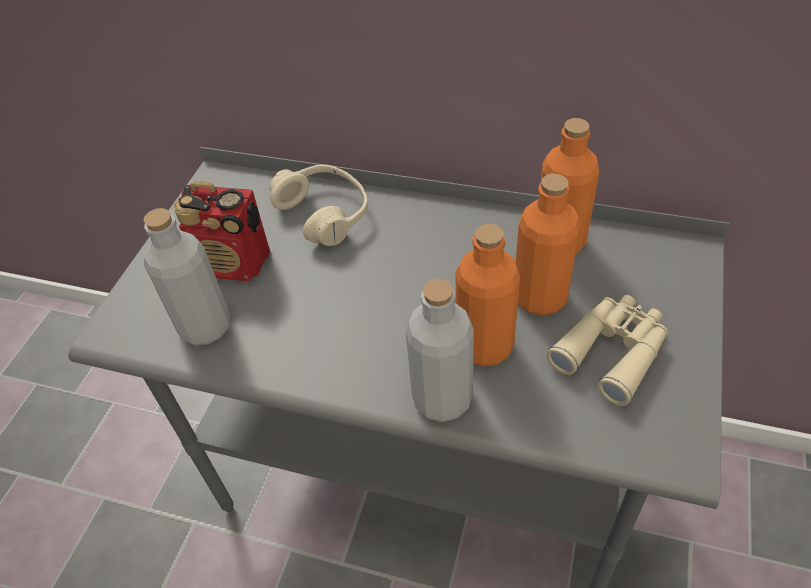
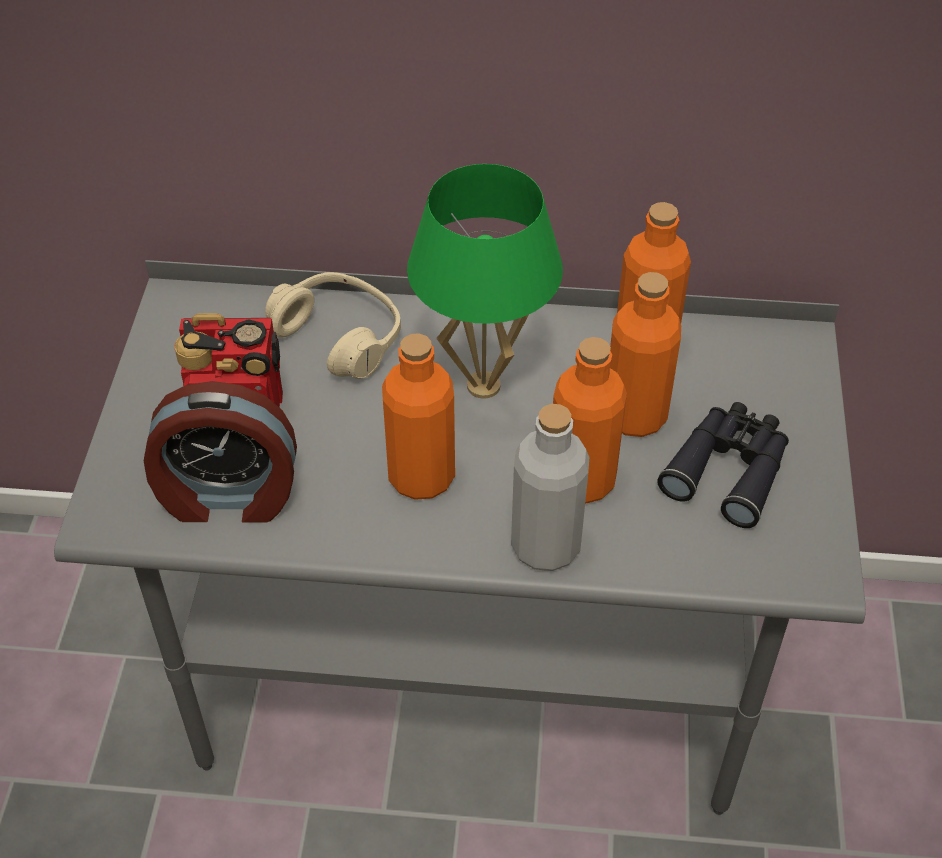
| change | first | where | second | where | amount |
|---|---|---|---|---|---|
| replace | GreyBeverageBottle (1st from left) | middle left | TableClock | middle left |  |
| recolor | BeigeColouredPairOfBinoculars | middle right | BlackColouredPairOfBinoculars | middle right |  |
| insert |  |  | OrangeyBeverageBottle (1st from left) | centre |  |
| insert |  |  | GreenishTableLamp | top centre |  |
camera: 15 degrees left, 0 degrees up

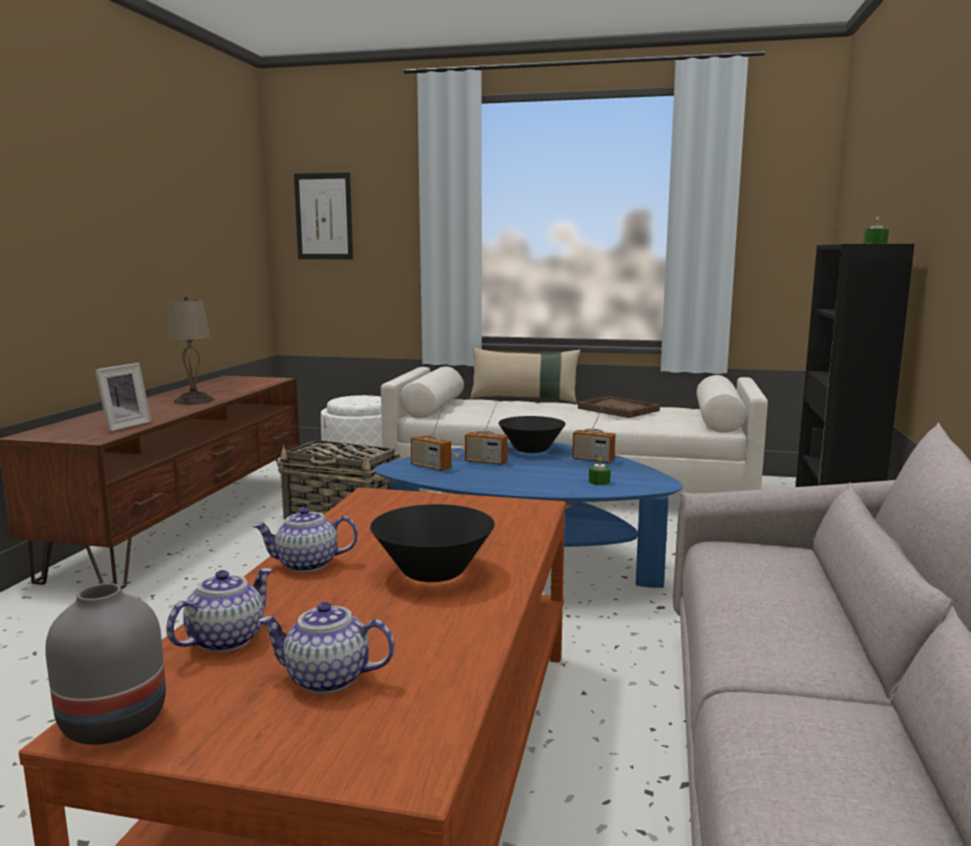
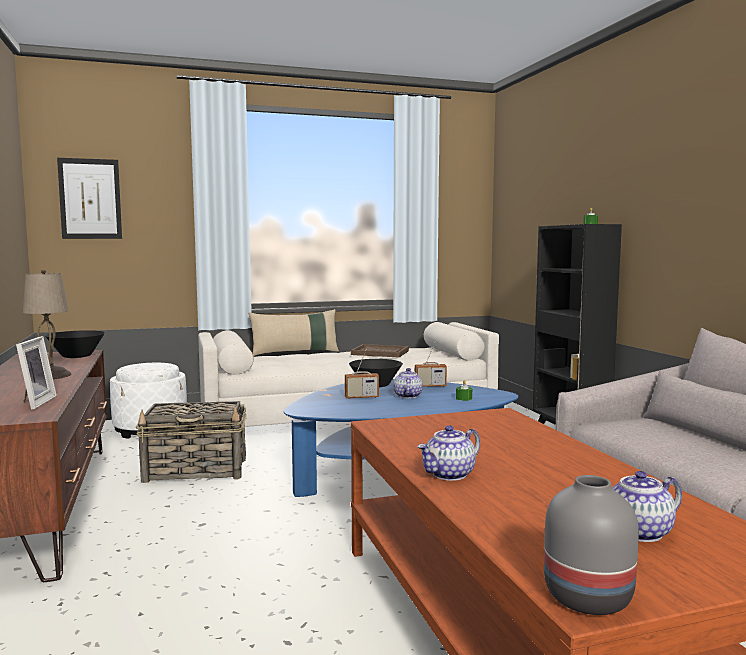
| change | first | where | second | where | amount |
|---|---|---|---|---|---|
| move | PotForTea (1st from left) | bottom left |  | centre |  |
| move | BlackColouredServingBowl (1st from left) | centre |  | middle left |  |
| delete | RadioReceiver (1st from left) | centre |  |  |  |
camera: 30 degrees left, 5 degrees down

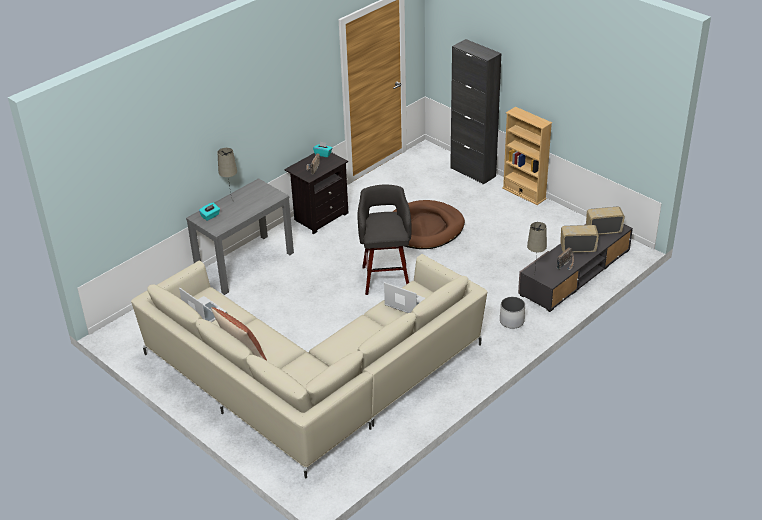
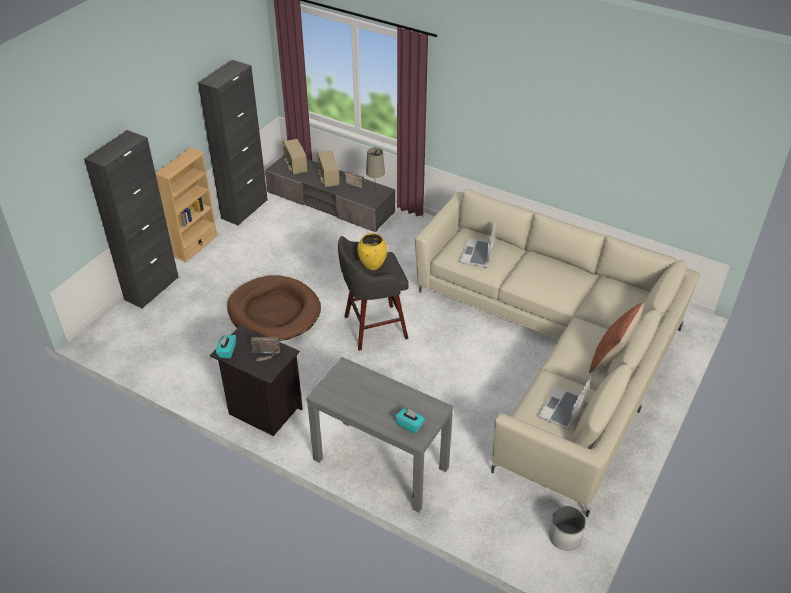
| change | first | where | second | where | amount |
|---|---|---|---|---|---|
| delete | BeigeColouredTableLamp (1st from left) | middle left |  |  |  |
| move | WhitePlantPot | middle right |  | bottom right |  |
| insert |  |  | BlackColouredCupboard (2nd from left) | top left |  |
| insert |  |  | YellowishFlowerVase | centre |  |
camera: 105 degrees left, 5 degrees up

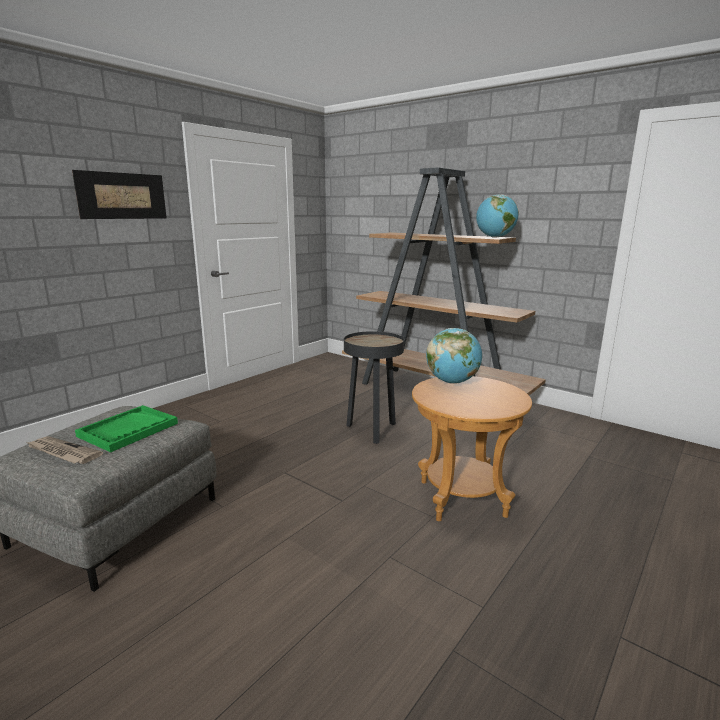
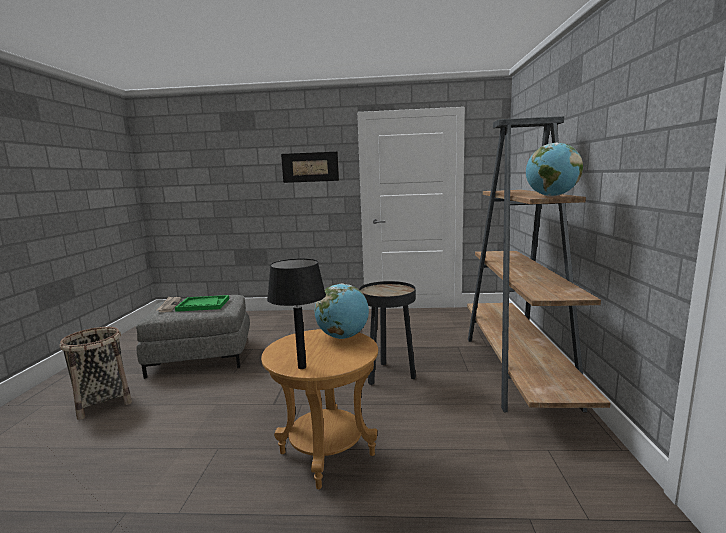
| change | first | where | second | where | amount |
|---|---|---|---|---|---|
| insert |  |  | Basket | bottom left |  |
| insert |  |  | BlackColouredTableLamp | centre |  |
camera: 55 degrees right, 5 degrees down

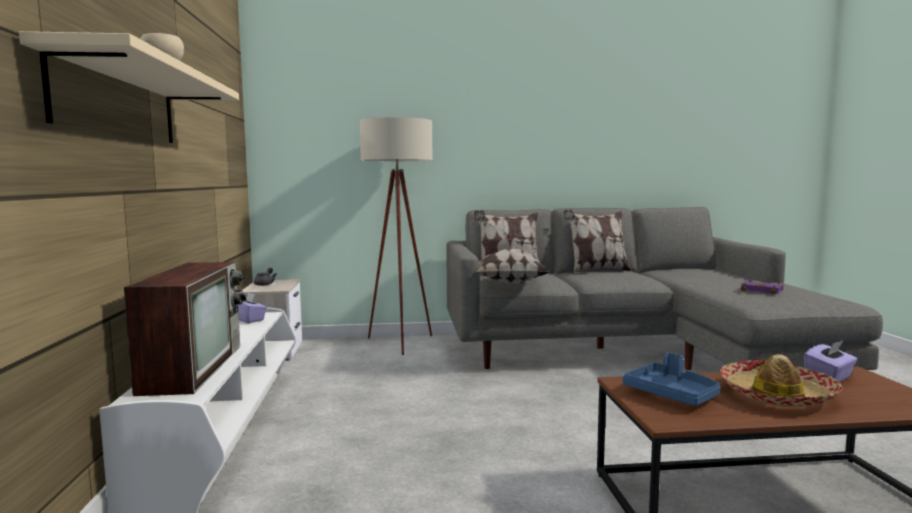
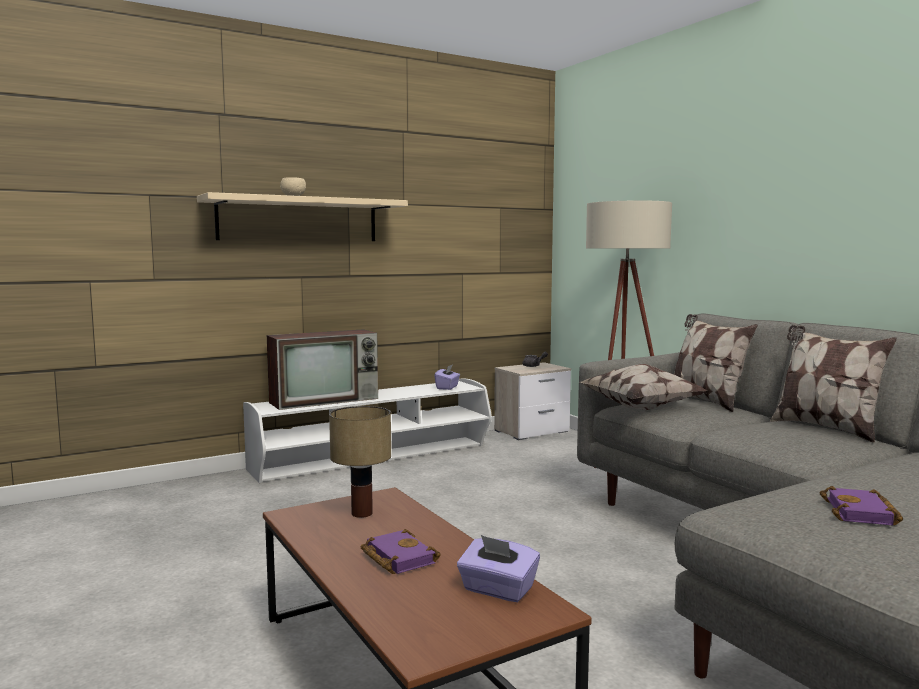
| change | first | where | second | where | amount |
|---|---|---|---|---|---|
| replace | BluishCarryingTray | bottom right | TableLamp | bottom centre |  |
| replace | WearableHat | bottom right | PurplishBook (1st from left) | bottom centre |  |
camera: 65 degrees right, 0 degrees up

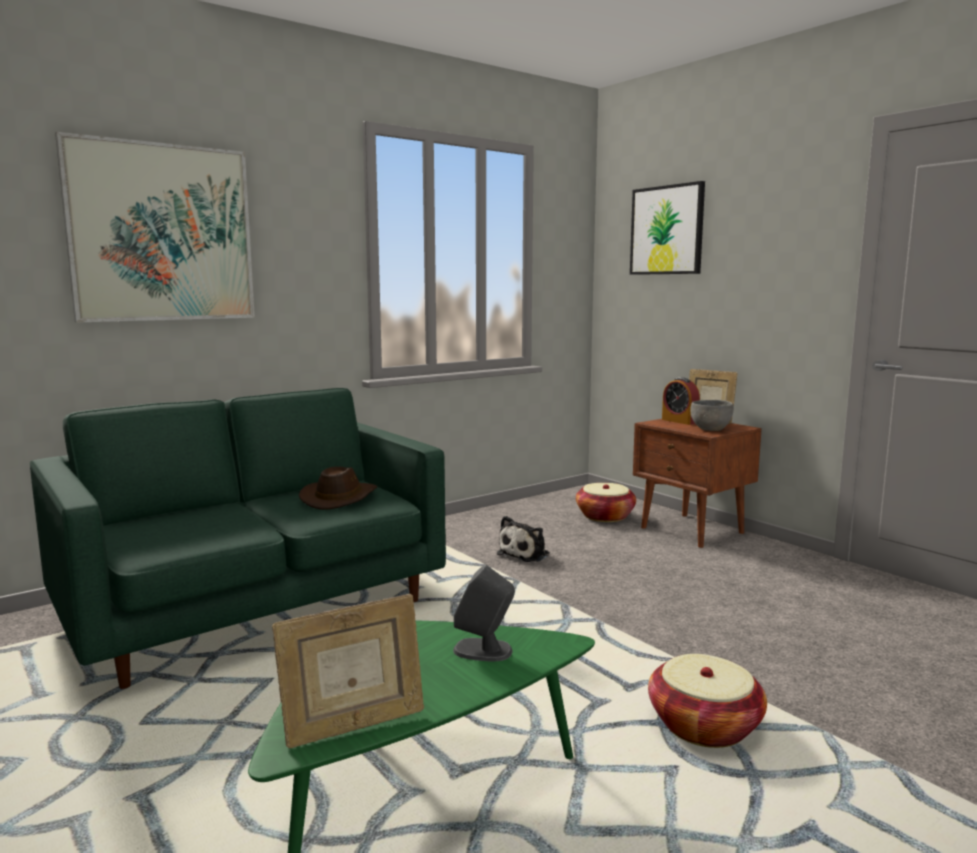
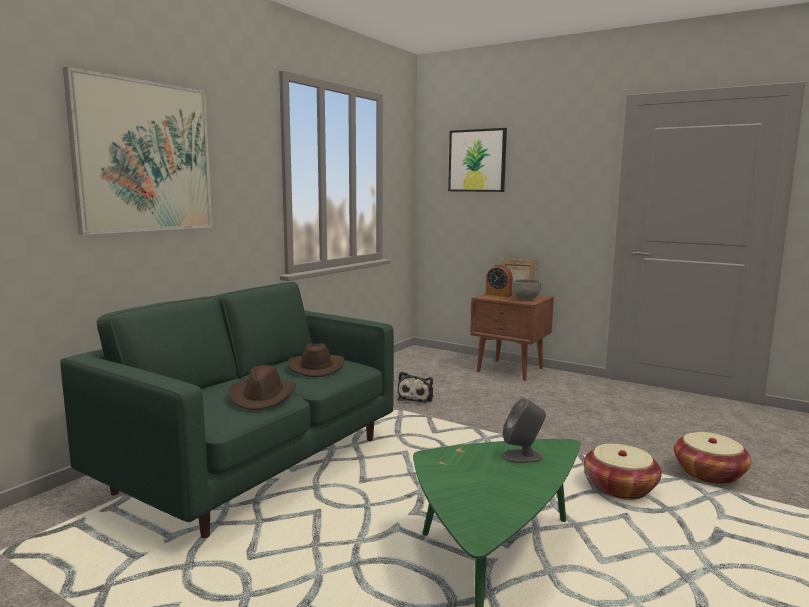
| change | first | where | second | where | amount |
|---|---|---|---|---|---|
| delete | StandingFrame (1st from left) | bottom centre |  |  |  |
| move | Basket (1st from left in the first image) | centre | Basket (2nd from left) | bottom right |  |
| insert |  |  | BrownColouredWearableHat (1st from left) | middle left |  |
camera: 20 degrees left, 0 degrees up

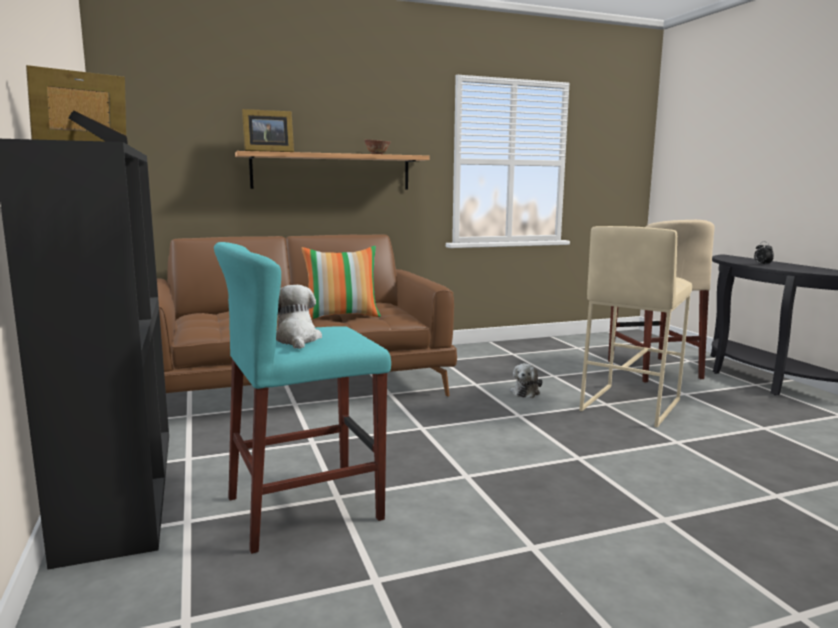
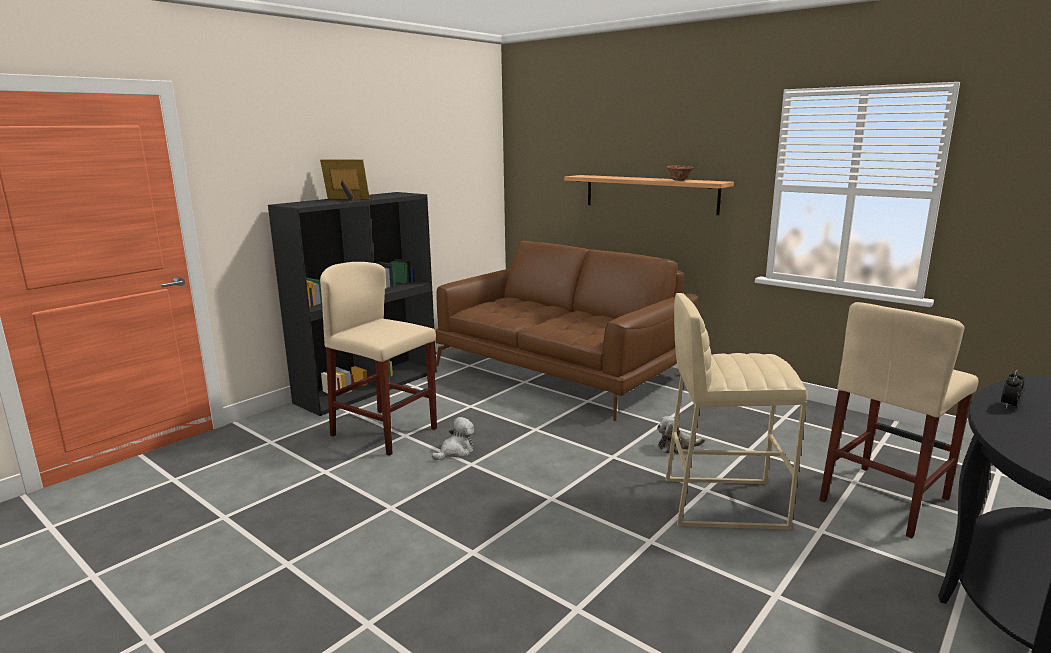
| change | first | where | second | where | amount |
|---|---|---|---|---|---|
| recolor | TurquoiseStoolSeat | centre | BeigeColouredStoolSeat (1st from left) | centre |  |
| delete | StandingFrame (2nd from left) | top left |  |  |  |
| move | PlushToy (1st from left) | centre |  | bottom centre |  |
| delete | Pillow | centre |  |  |  |
camera: 60 degrees right, 5 degrees up

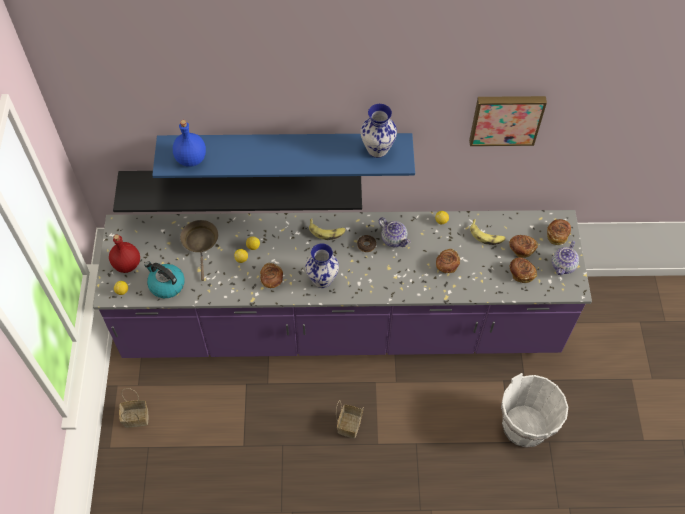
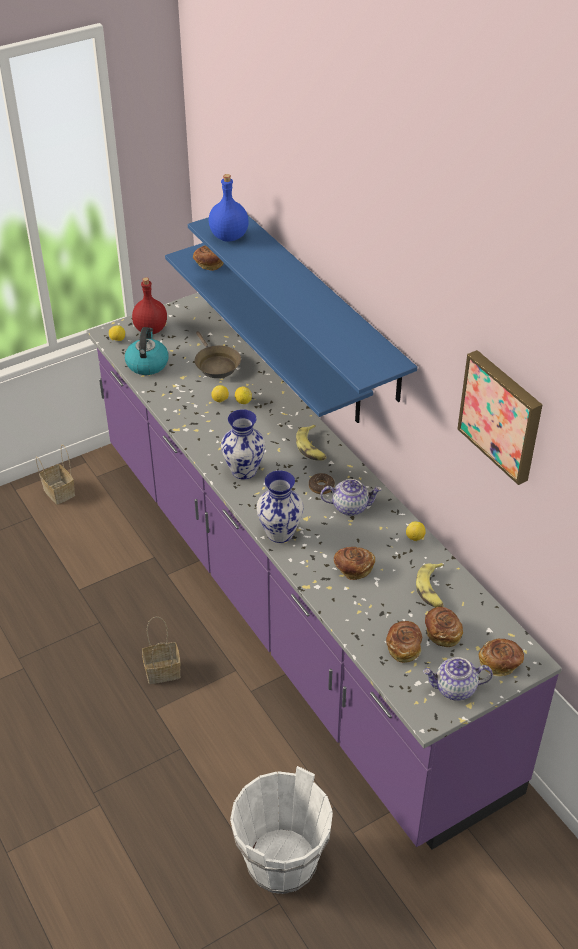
| change | first | where | second | where | amount |
|---|---|---|---|---|---|
| recolor | BlackColouredWallShelf | centre | BluishWallShelf (1st from left) | centre |  |
| rotate | BrownColouredPan | middle left |  | centre | 105 degrees clockwise |
| move | Bread (1st from left) | centre |  | top centre |  |
| move | FlowerVase (2nd from left) | top centre |  | centre |  |
| rotate | PotForTea (1st from left) | centre |  | centre | 105 degrees counterclockwise |
camera: 60 degrees right, 15 degrees down

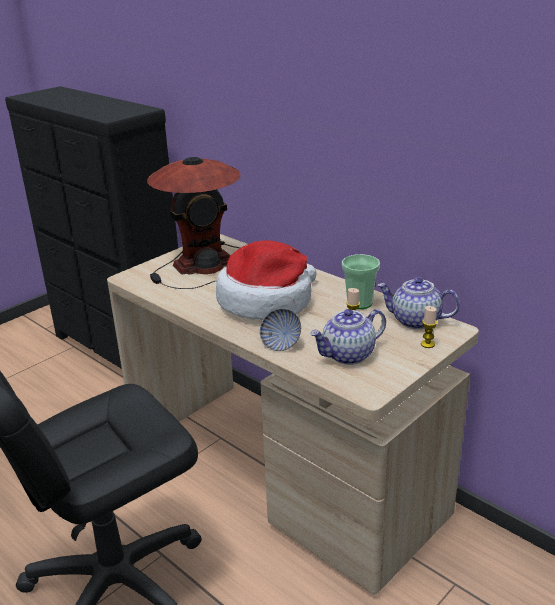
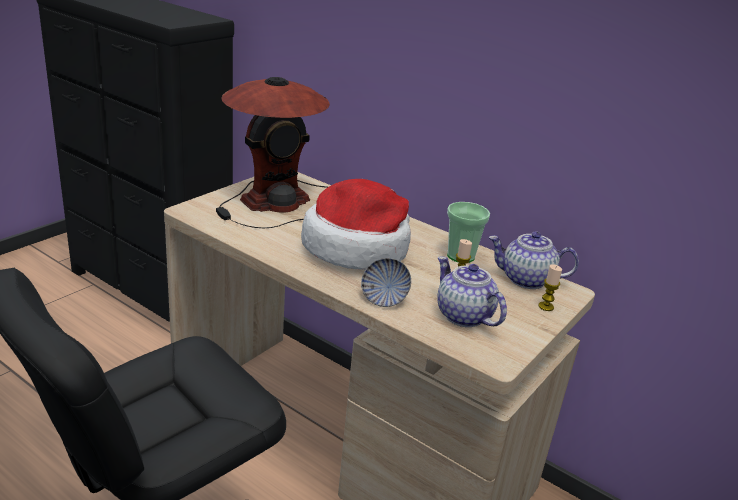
| change | first | where | second | where | amount |
|---|---|---|---|---|---|
| rotate | PotForTea (1st from left) | centre |  | centre | 90 degrees clockwise |
camera: 10 degrees left, 0 degrees up

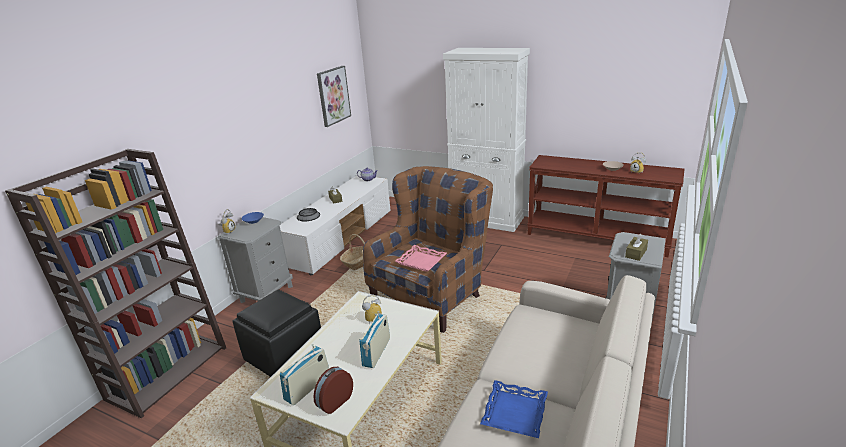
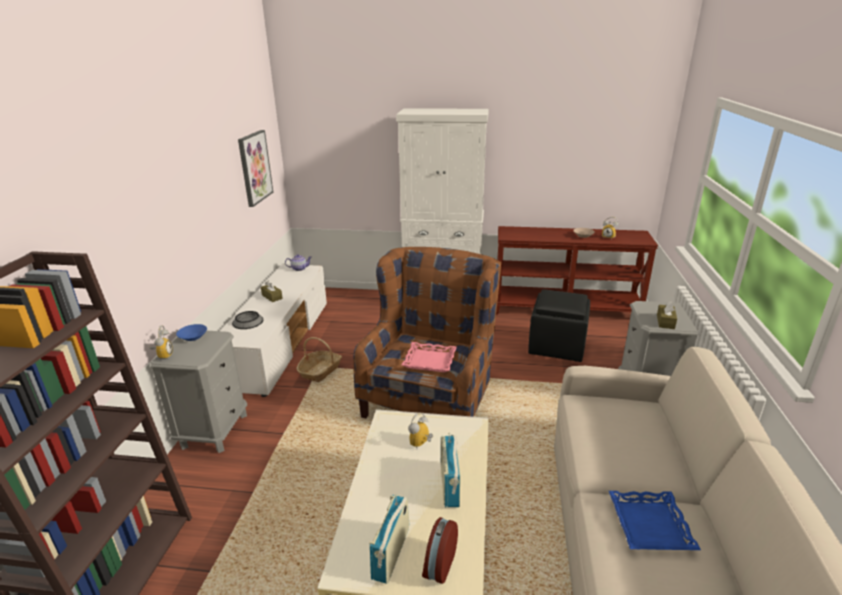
| change | first | where | second | where | amount |
|---|---|---|---|---|---|
| move | BlackColouredFootrest | bottom left |  | centre |  |
camera: 20 degrees left, 0 degrees up

